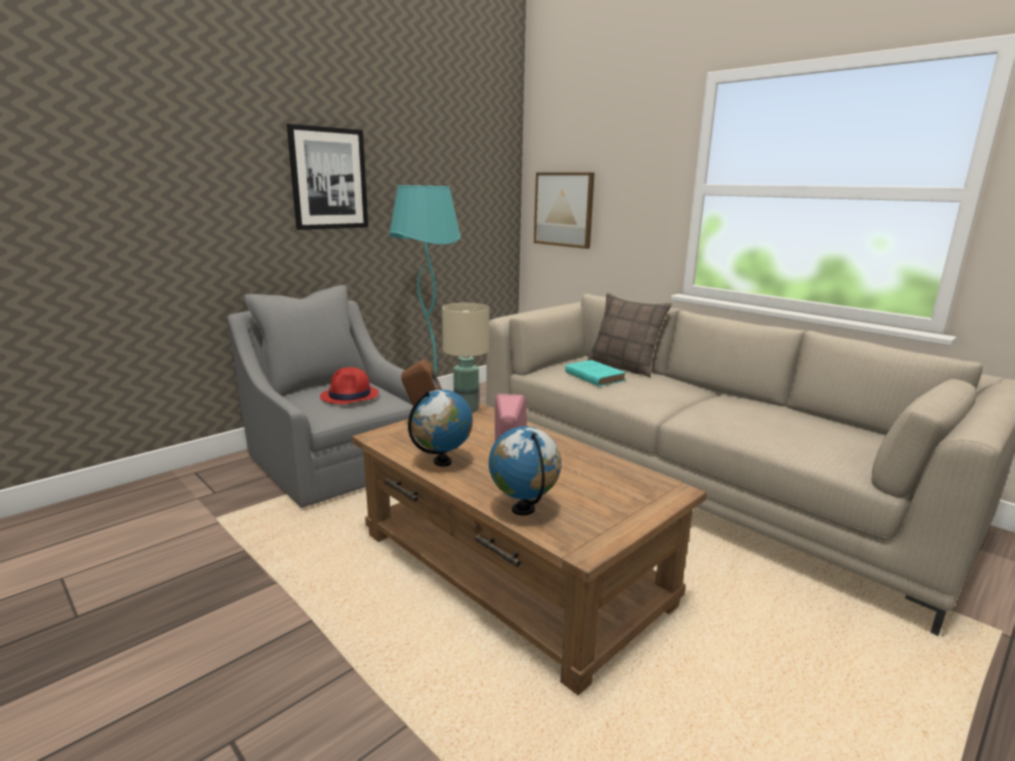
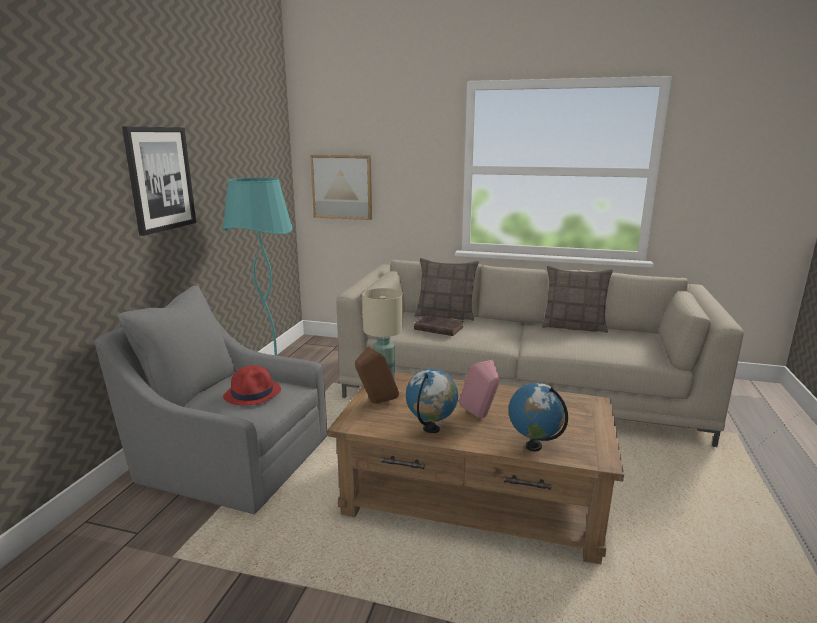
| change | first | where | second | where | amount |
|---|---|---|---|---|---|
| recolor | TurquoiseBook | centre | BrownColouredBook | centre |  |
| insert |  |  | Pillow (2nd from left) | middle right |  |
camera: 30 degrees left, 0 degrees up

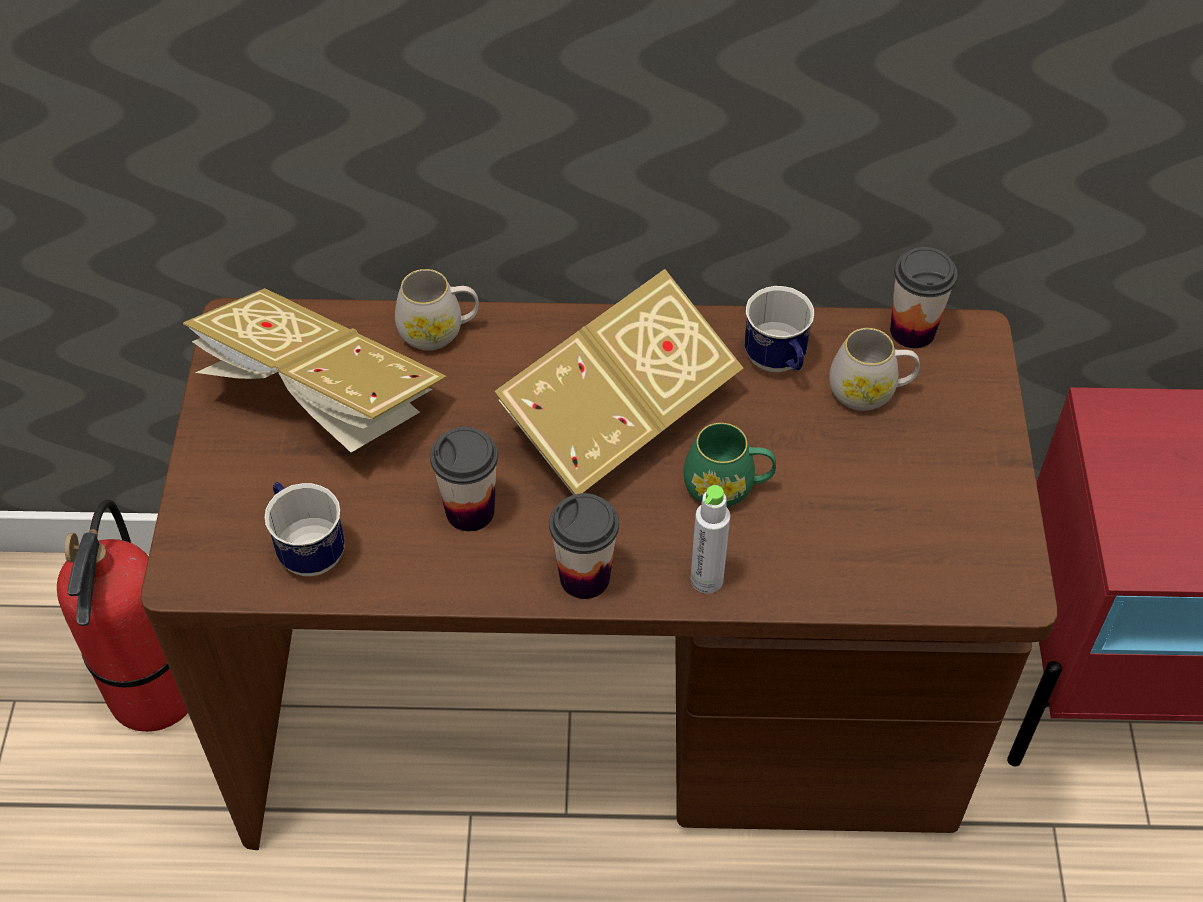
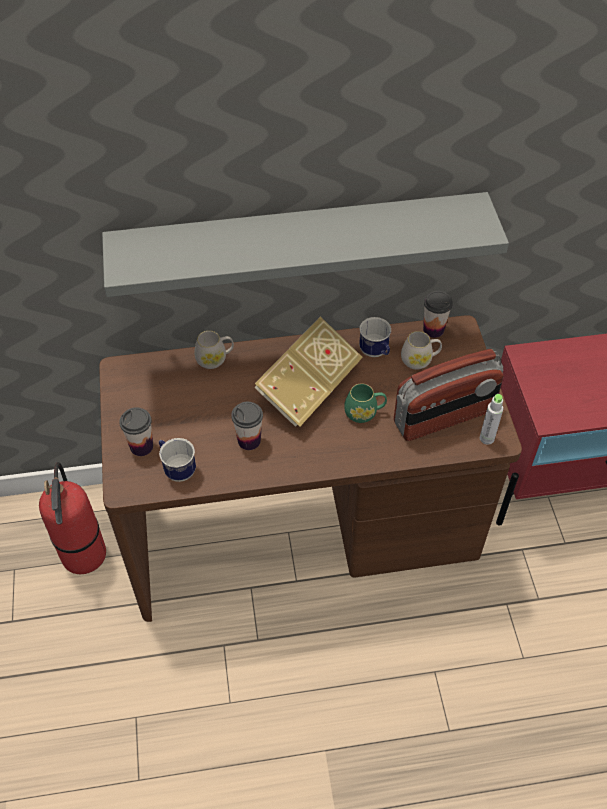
| change | first | where | second | where | amount |
|---|---|---|---|---|---|
| delete | Book (1st from left) | middle left |  |  |  |
| move | Cup (2nd from left in the first image) | centre | Cup (1st from left) | middle left |  |
| move | GreyBeverageBottle | centre |  | middle right |  |
| insert |  |  | GreyWallShelf | top centre |  |
| insert |  |  | RadioReceiver | middle right |  |
camera: 10 degrees left, 0 degrees up

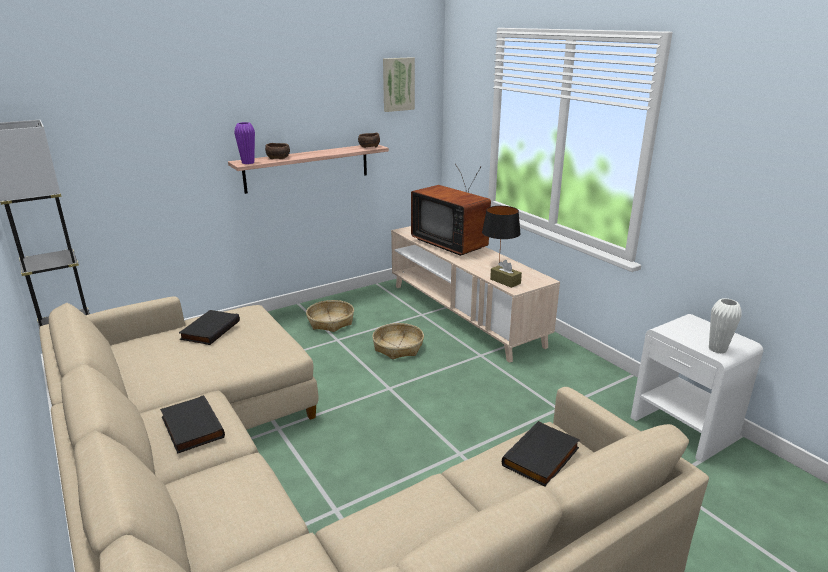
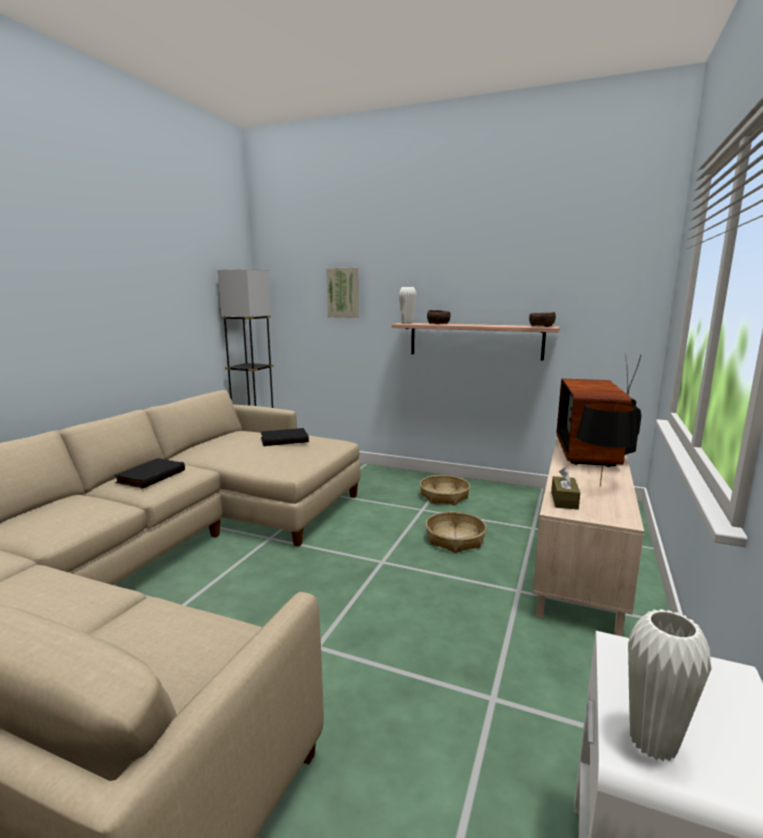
| change | first | where | second | where | amount |
|---|---|---|---|---|---|
| recolor | PurplishFlowerVase | top left | WhiteFlowerVase (1st from left) | centre |  |
| move | Picture | top centre |  | centre |  |
| delete | BlackColouredBook (3rd from left) | bottom centre |  |  |  |
camera: 55 degrees right, 10 degrees down

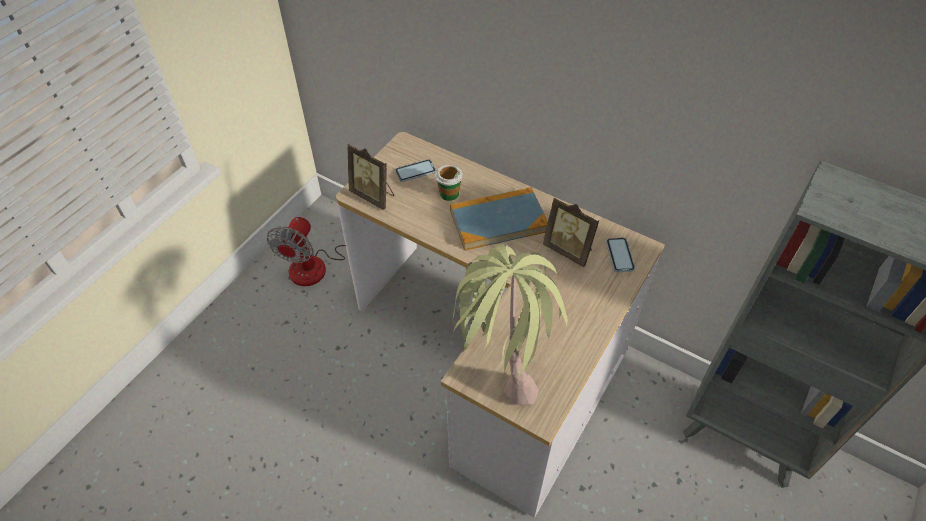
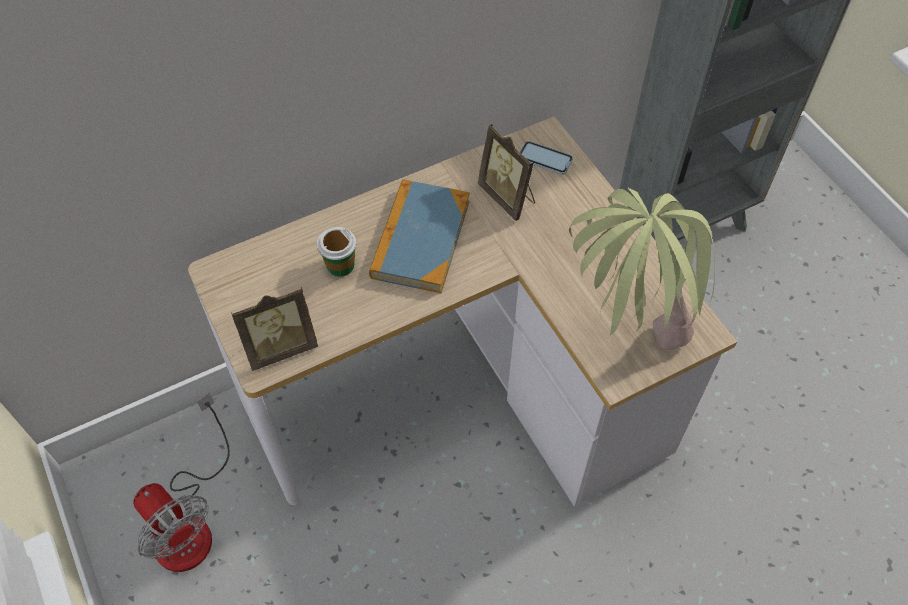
| change | first | where | second | where | amount |
|---|---|---|---|---|---|
| delete | Telephone (1st from left) | top centre |  |  |  |
| rotate | StandingFrame (2nd from left) | centre |  | top centre | 75 degrees clockwise |
camera: 60 degrees left, 5 degrees up

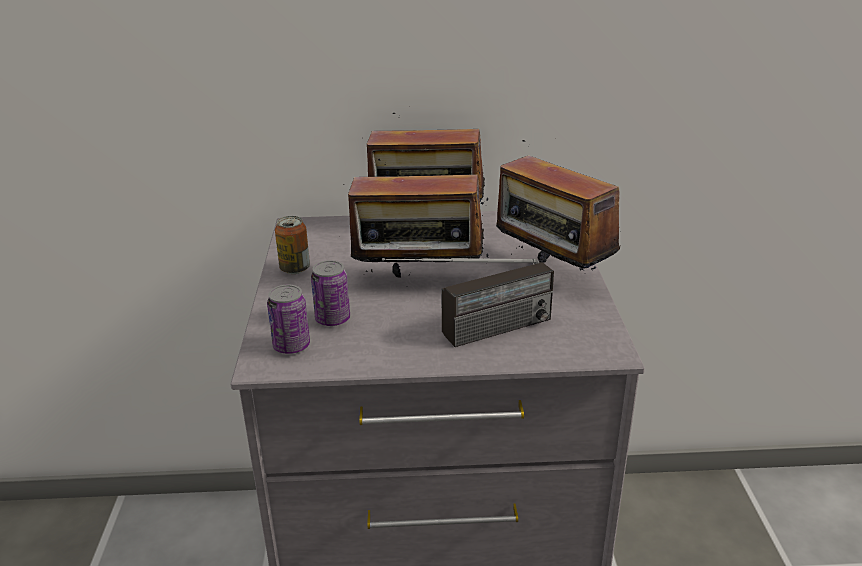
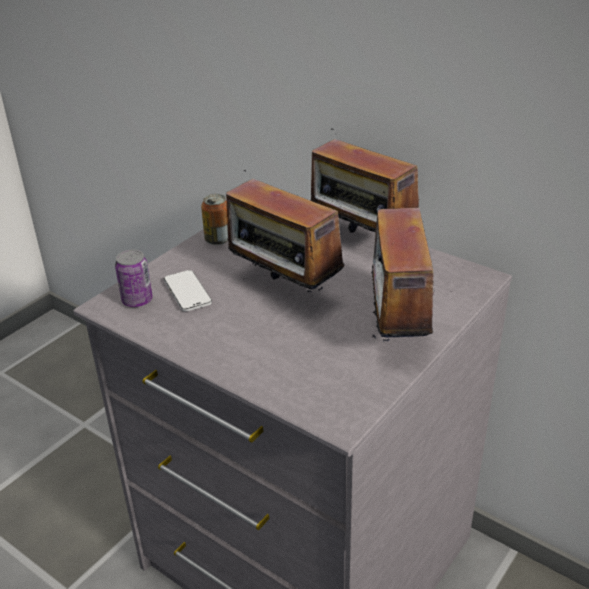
| change | first | where | second | where | amount |
|---|---|---|---|---|---|
| replace | Can (3rd from left) | centre | Telephone | middle left |  |
| delete | RadioReceiver (3rd from left) | centre |  |  |  |
camera: 40 degrees right, 5 degrees up

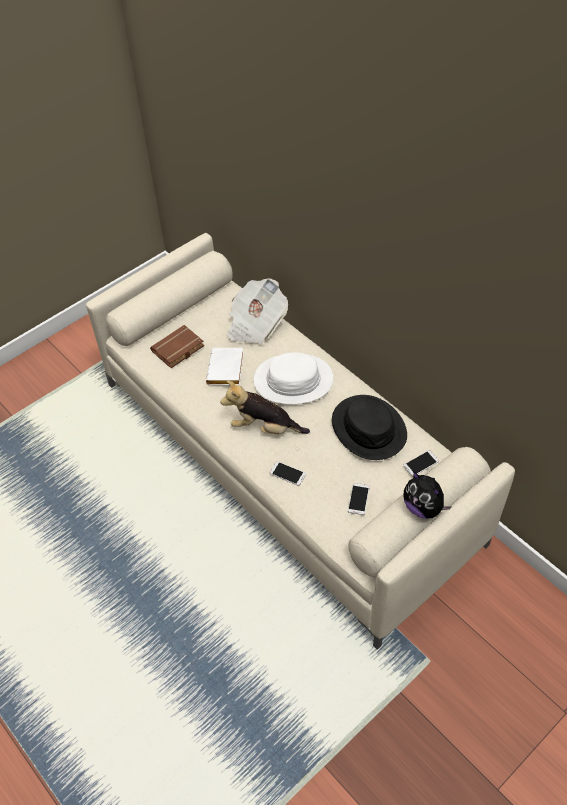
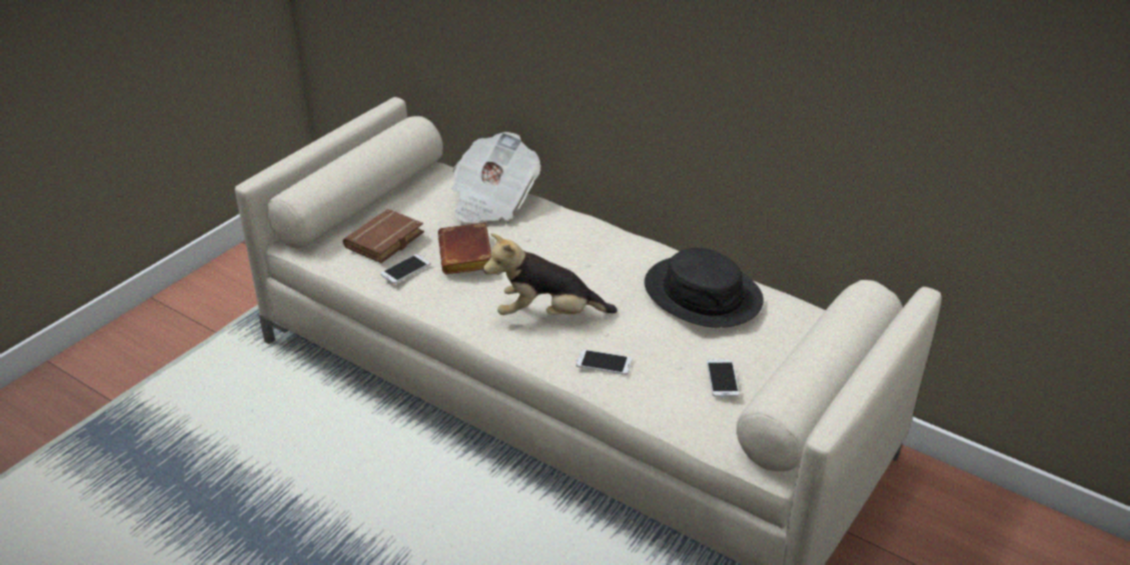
| change | first | where | second | where | amount |
|---|---|---|---|---|---|
| recolor | WhiteBook | centre | BrownColouredBook (2nd from left) | centre |  |
| delete | WhiteWearableHat | centre |  |  |  |
| move | Telephone (3rd from left in the first image) | middle right | Telephone (1st from left) | centre |  |
| delete | PlushToy (2nd from left) | middle right |  |  |  |
camera: 15 degrees left, 15 degrees down

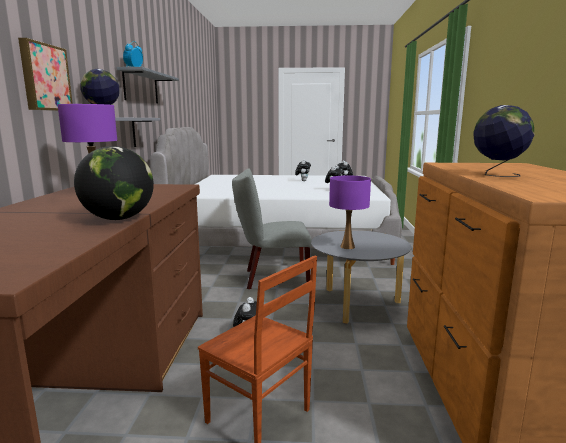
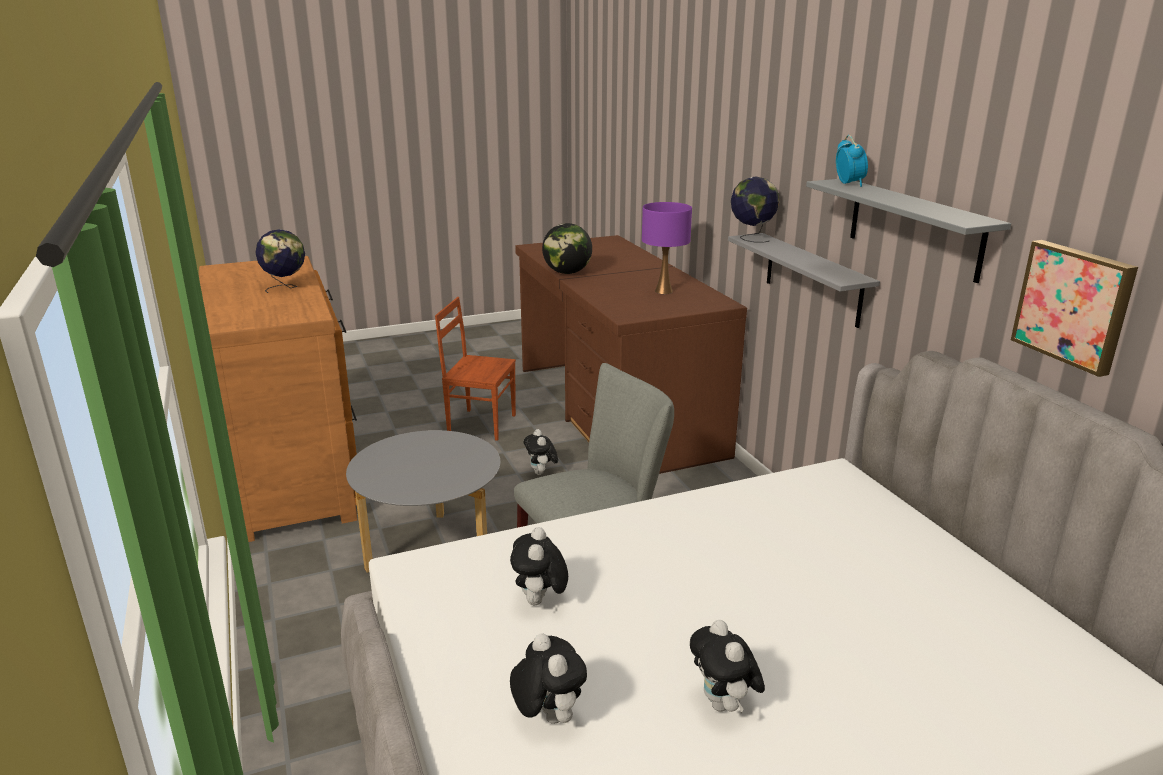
| change | first | where | second | where | amount |
|---|---|---|---|---|---|
| move | Picture | top left |  | middle right |  |
| delete | PurplishTableLamp (2nd from left) | centre |  |  |  |
camera: 155 degrees right, 10 degrees up

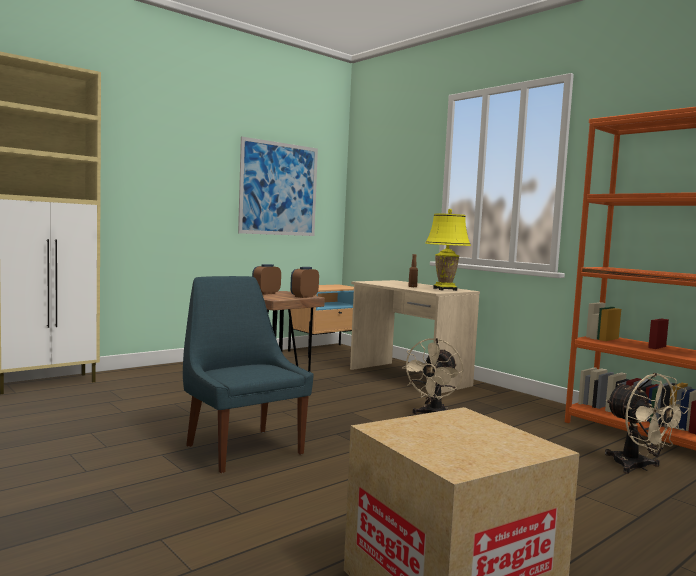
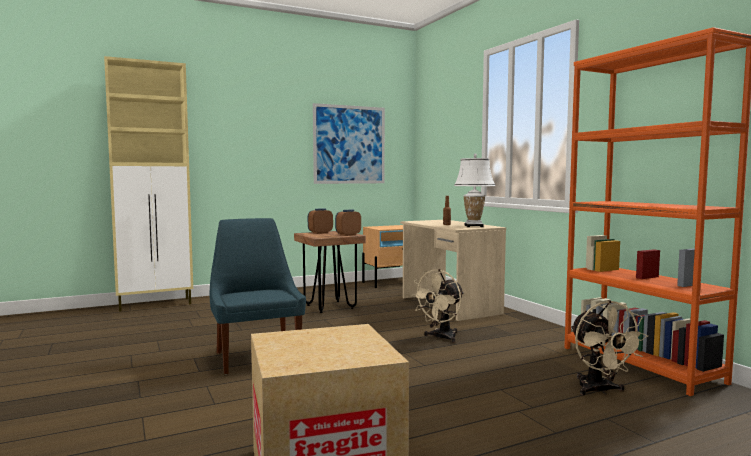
| change | first | where | second | where | amount |
|---|---|---|---|---|---|
| recolor | YellowishTableLamp | centre | WhiteTableLamp | centre |  |
camera: 15 degrees right, 0 degrees up

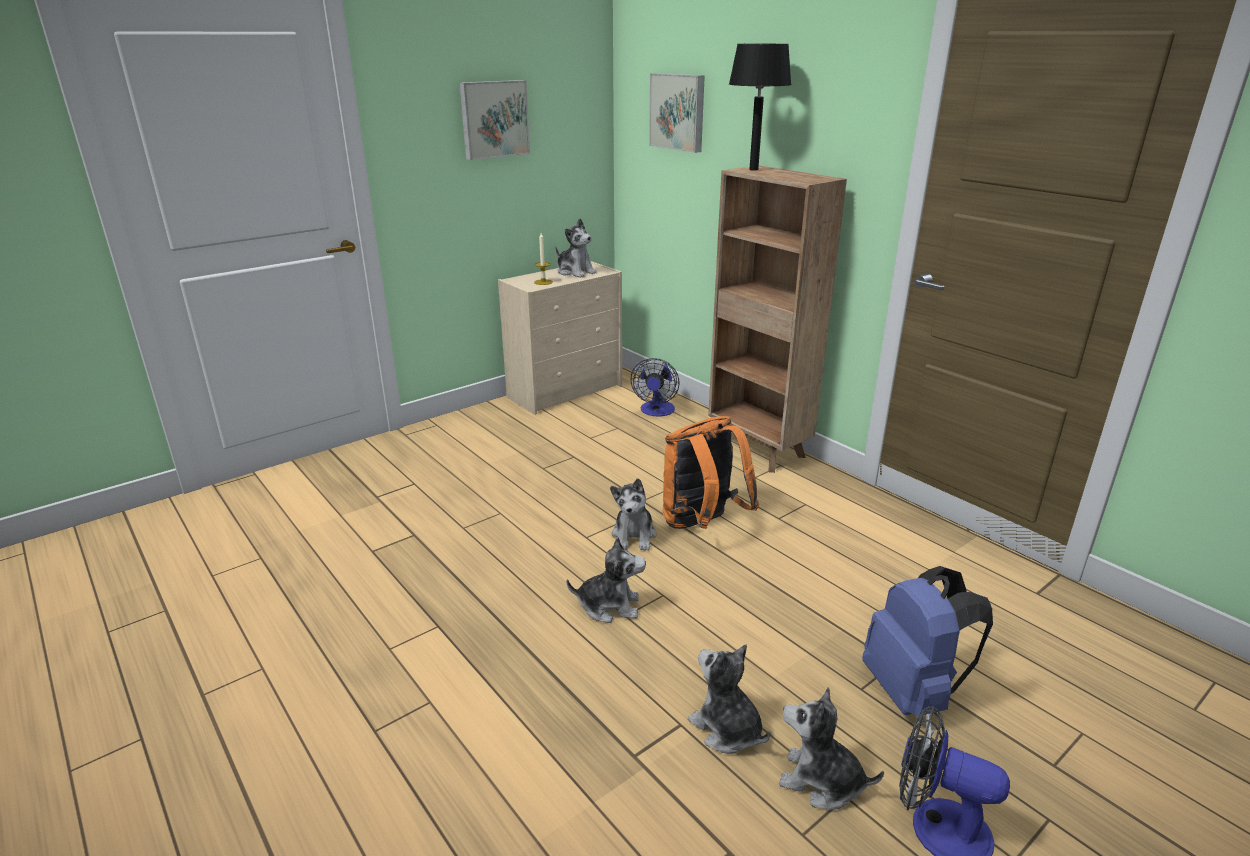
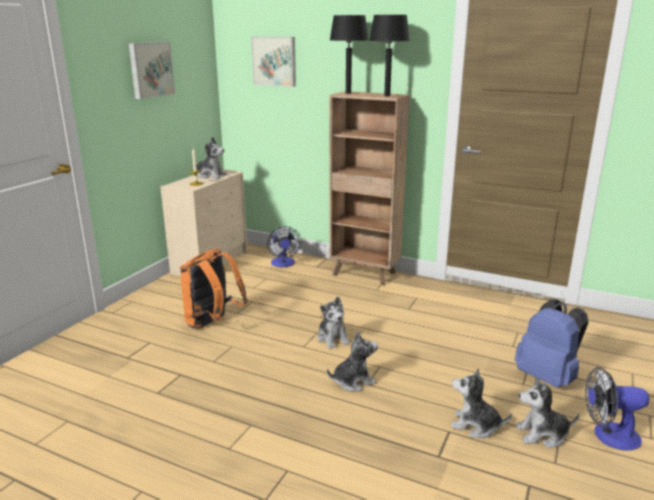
| change | first | where | second | where | amount |
|---|---|---|---|---|---|
| move | OrangeyBackpack | centre |  | middle left |  |
| insert |  |  | BlackColouredTableLamp (2nd from left) | top centre |  |
camera: 25 degrees left, 5 degrees down

